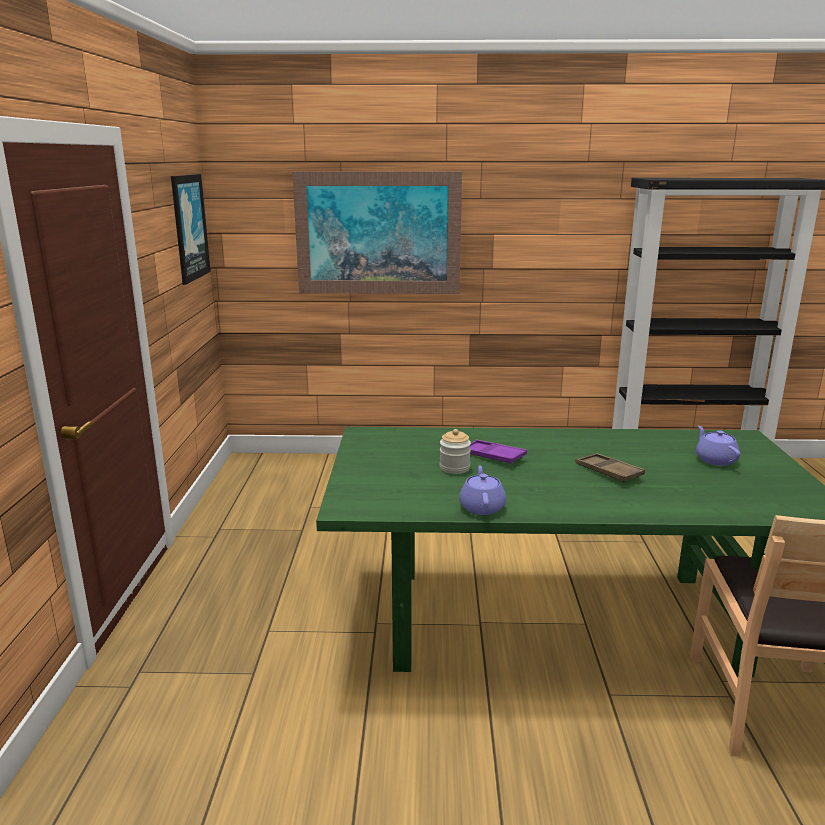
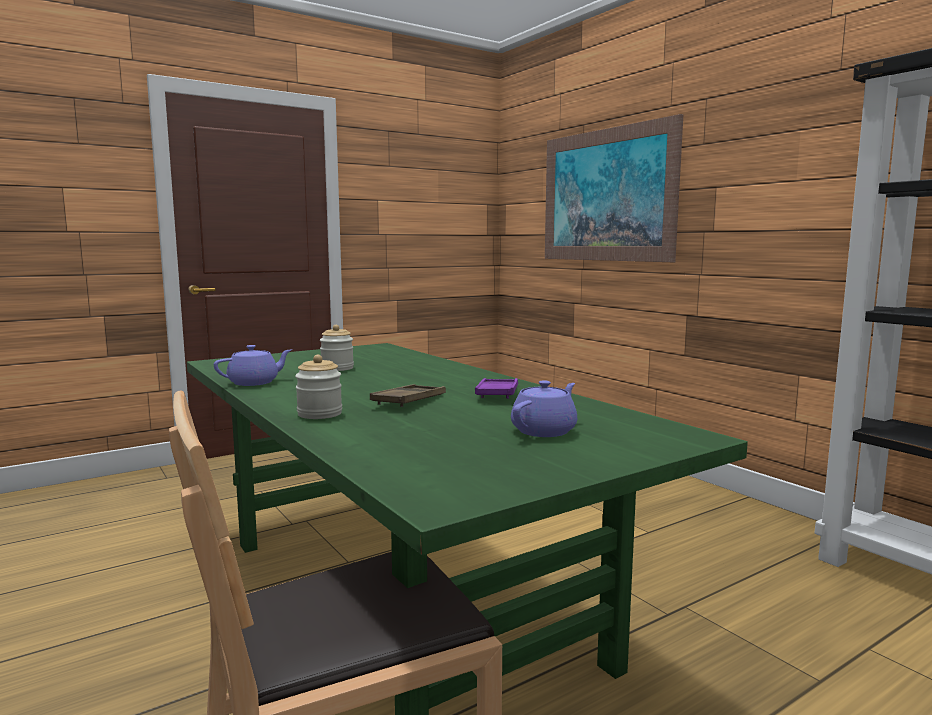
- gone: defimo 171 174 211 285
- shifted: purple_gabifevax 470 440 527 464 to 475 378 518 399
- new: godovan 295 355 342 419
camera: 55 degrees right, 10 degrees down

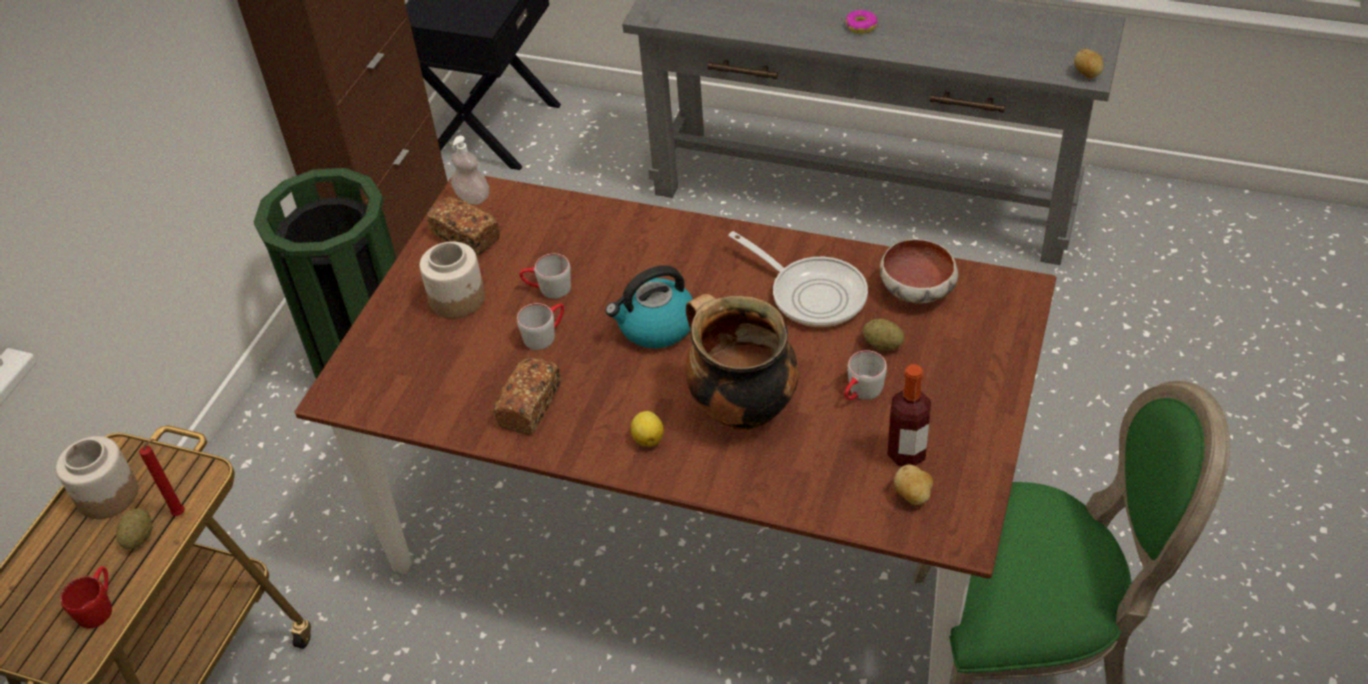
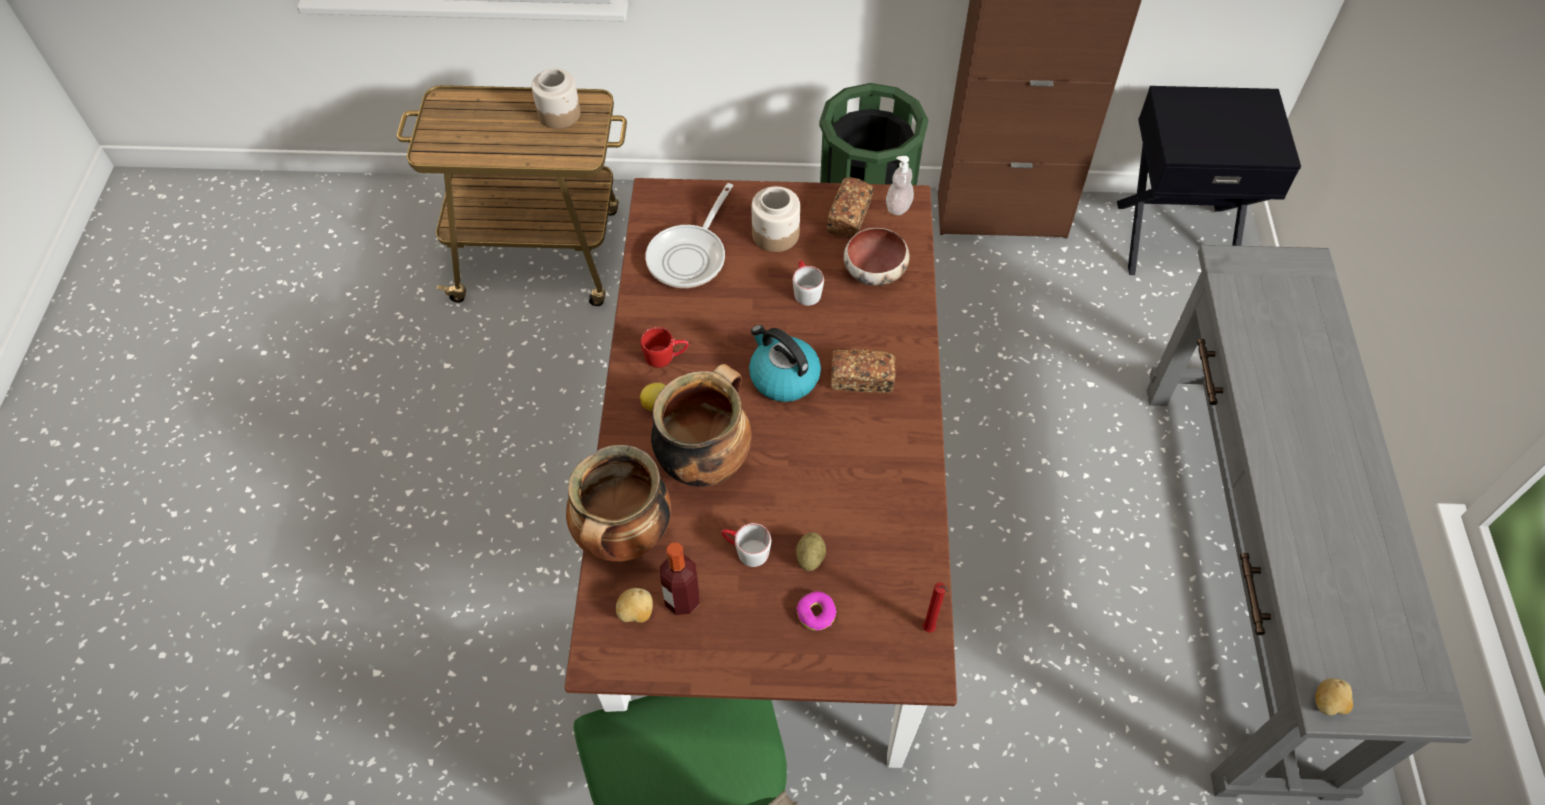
- shifted: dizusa 846 10 878 34 to 796 591 837 631
- shifted: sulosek 728 231 868 327 to 645 183 733 288
- shifted: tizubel 880 239 959 303 to 844 228 910 286
- gone: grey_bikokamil 517 303 564 350
- shifted: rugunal 494 358 561 435 to 831 349 896 393
- shifted: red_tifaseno 139 439 185 516 to 923 582 949 633
- gone: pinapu 116 508 152 550
- shifted: red_bikokamil 60 566 112 629 to 641 327 689 368
- new: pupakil 566 445 671 562
camera: 70 degrees right, 10 degrees up

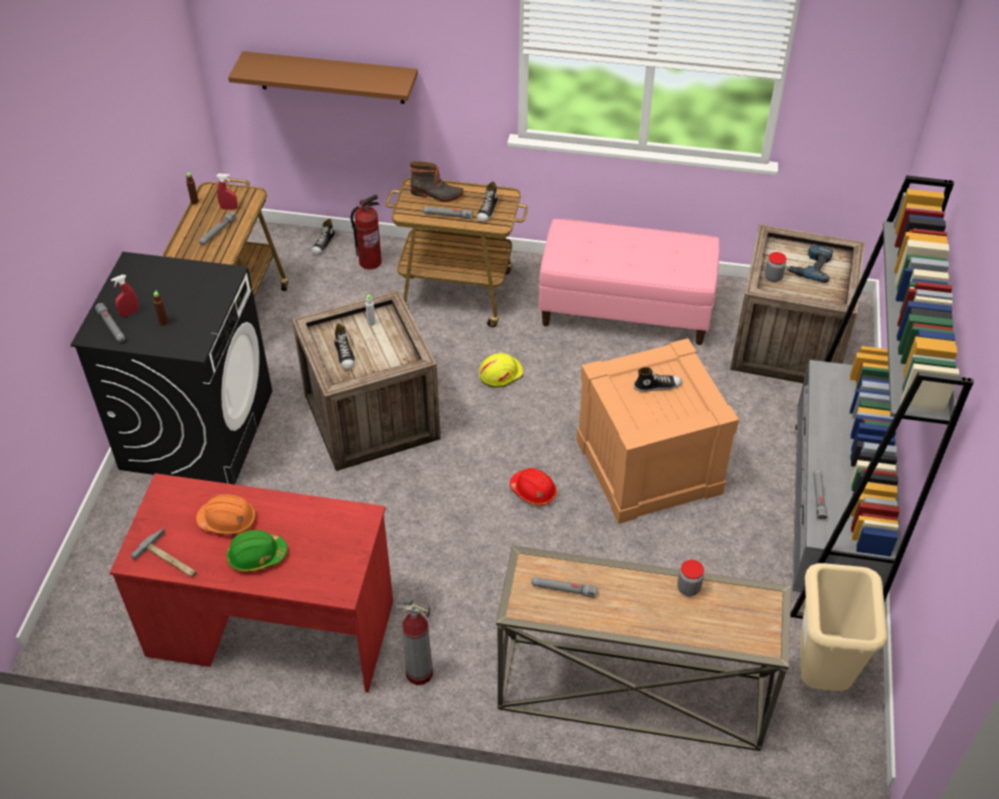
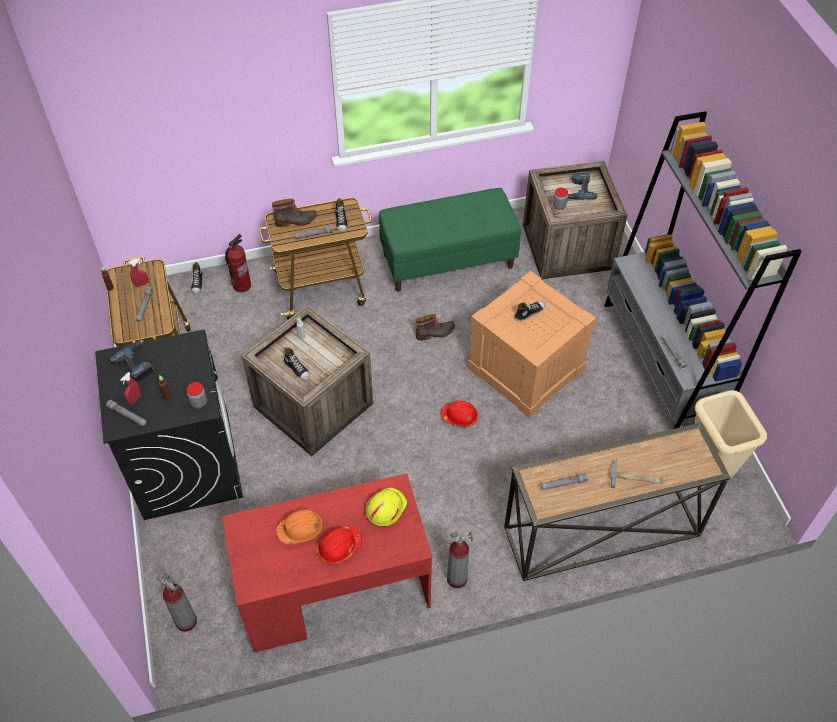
- gone: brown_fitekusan 228 51 418 104
- repainted: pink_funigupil 539 219 720 345 to green_funigupil 379 188 521 292
- shifted: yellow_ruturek 479 353 523 388 to 366 487 408 527
- shifted: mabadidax 131 528 197 577 to 611 459 663 488
- repainted: green_ruturek 226 530 288 572 to red_ruturek 317 526 362 565
- shifted: godovan 677 560 704 596 to 186 382 207 408
- new: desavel 416 314 455 341
- new: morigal 109 340 154 382
- new: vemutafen 156 573 197 632
camera: 25 degrees left, 5 degrees up

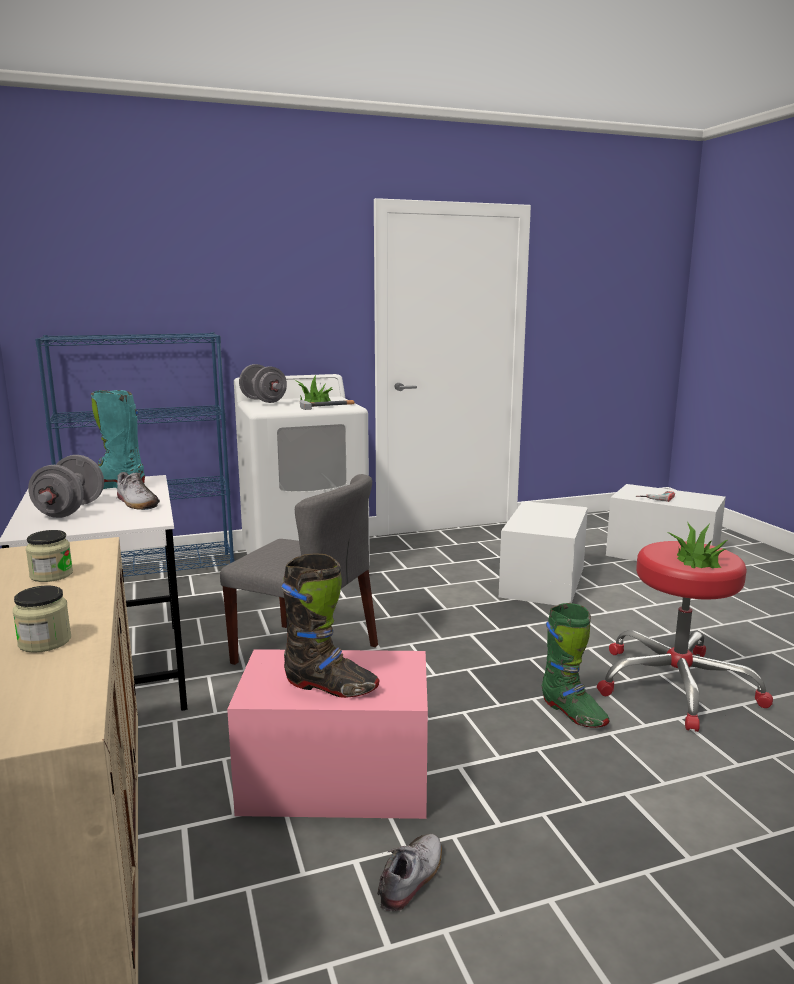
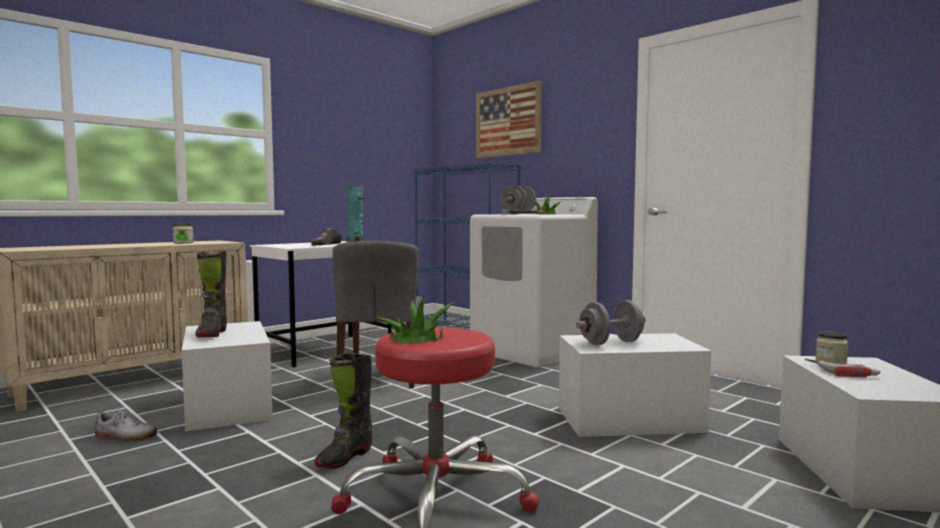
- shifted: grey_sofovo 28 455 104 518 to 576 300 646 345
- shifted: godovan 13 585 71 653 to 815 331 848 364
- repainted: green_desavel 542 603 610 728 to black_desavel 314 353 372 469
- repainted: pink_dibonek 227 649 428 819 to white_dibonek 182 321 273 432
- new: defimo 476 81 542 158
camera: 65 degrees right, 10 degrees down

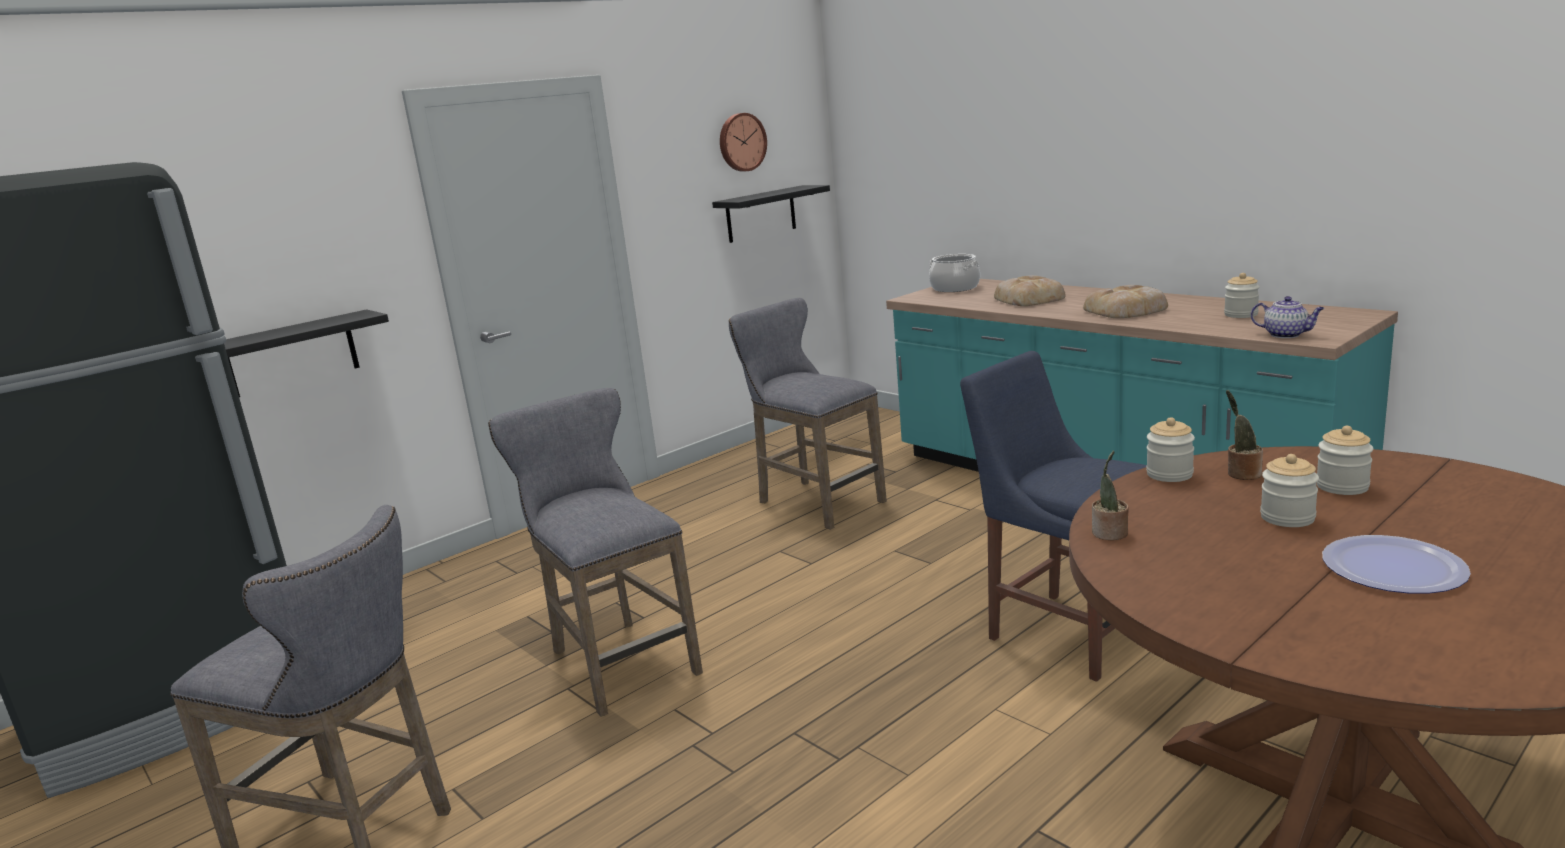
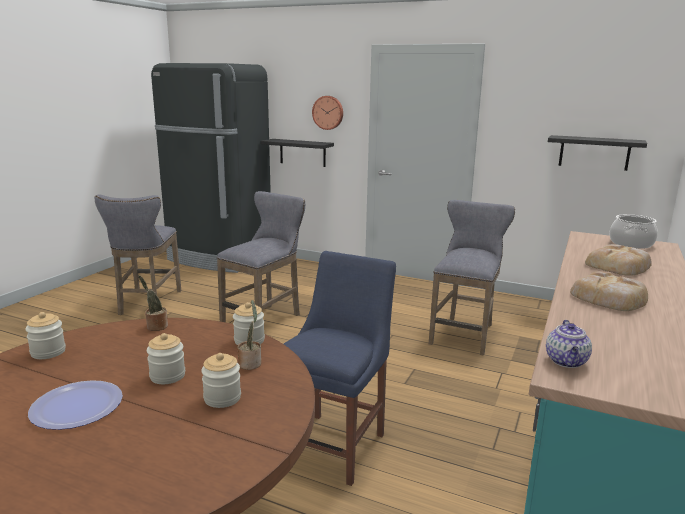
- shifted: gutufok 720 113 767 171 to 312 96 343 130
- shifted: godovan 1224 273 1260 318 to 25 312 66 359
camera: 65 degrees right, 0 degrees up

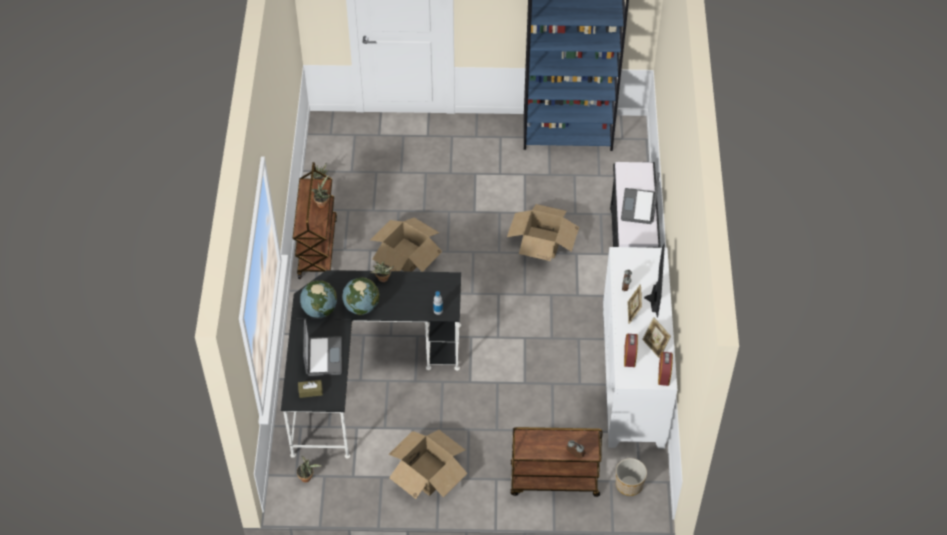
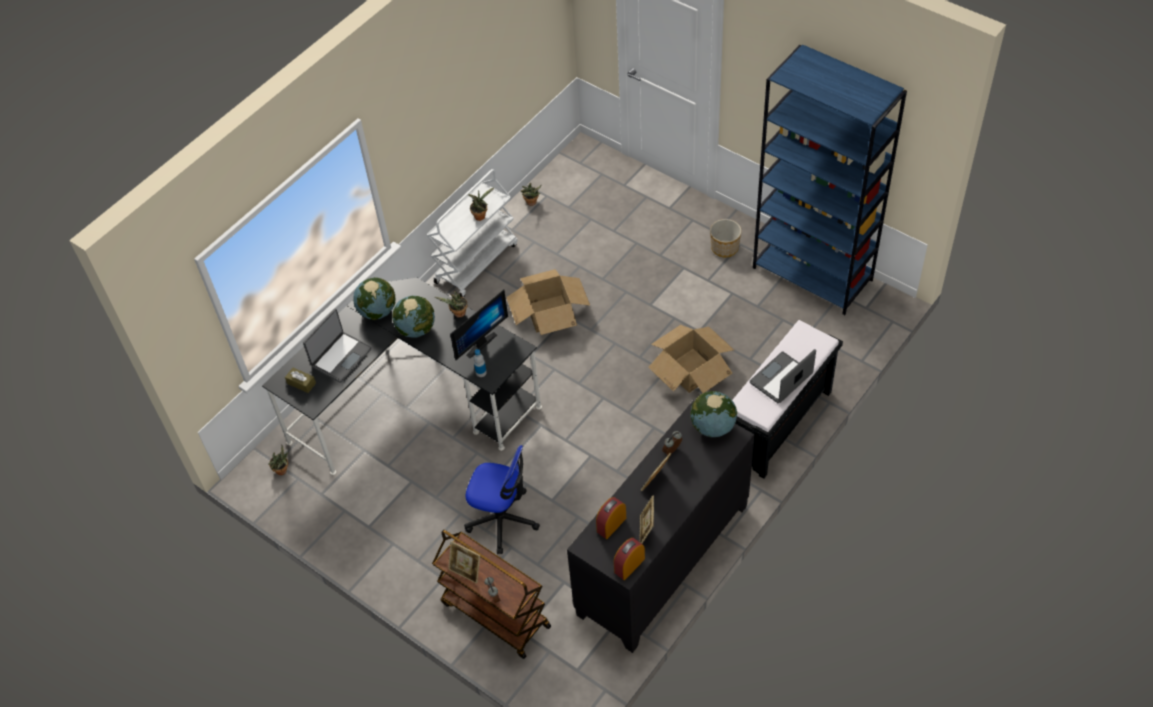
- repainted: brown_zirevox 293 162 337 279 to white_zirevox 427 169 517 298
- shifted: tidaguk 644 244 665 317 to 450 290 508 360
- repainted: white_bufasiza 603 247 677 449 to black_bufasiza 567 400 754 653
- gone: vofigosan 388 430 468 499
- shifted: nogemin 616 458 647 496 to 710 219 741 257
- new: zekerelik 690 391 737 437
- new: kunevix 464 445 540 554
- new: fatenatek 448 541 480 584
camera: 40 degrees right, 0 degrees up

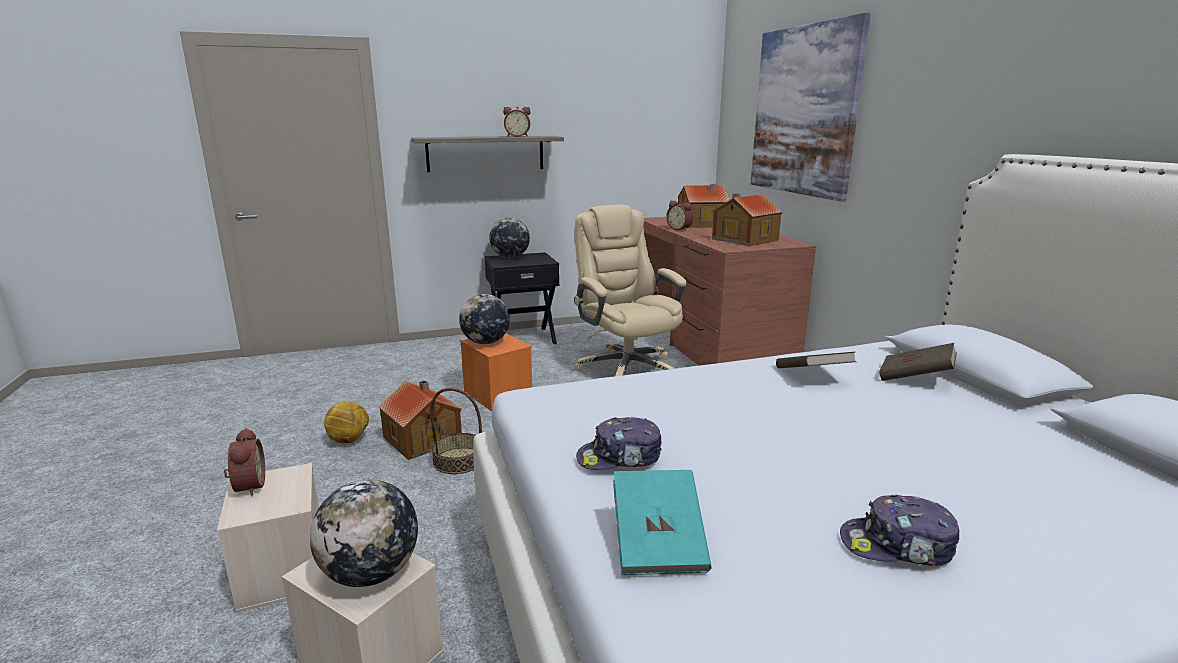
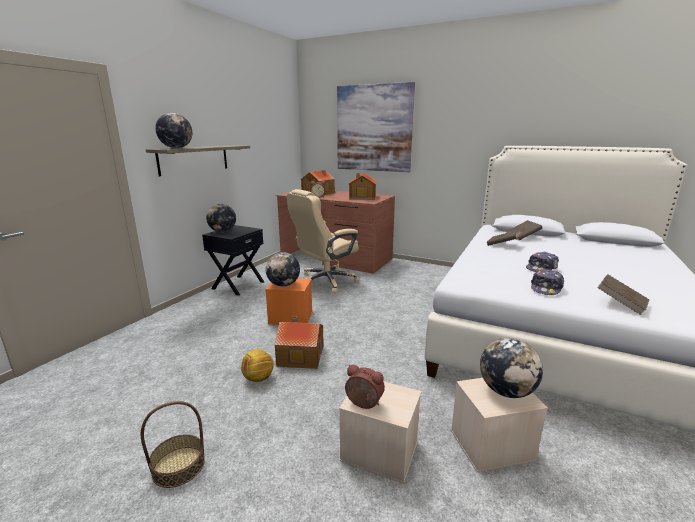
- gone: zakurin 503 107 530 137
- rotated: beige_kunevix 574 205 687 376 = 287 189 359 293 60 degrees counterclockwise
- shifted: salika 430 388 482 474 to 141 401 205 488
- repainted: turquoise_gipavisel 613 470 712 575 to brown_gipavisel 597 274 650 315
- shifted: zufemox 840 494 959 566 to 526 252 559 272
- new: zekerelik 155 113 192 148
camera: 45 degrees left, 0 degrees up

